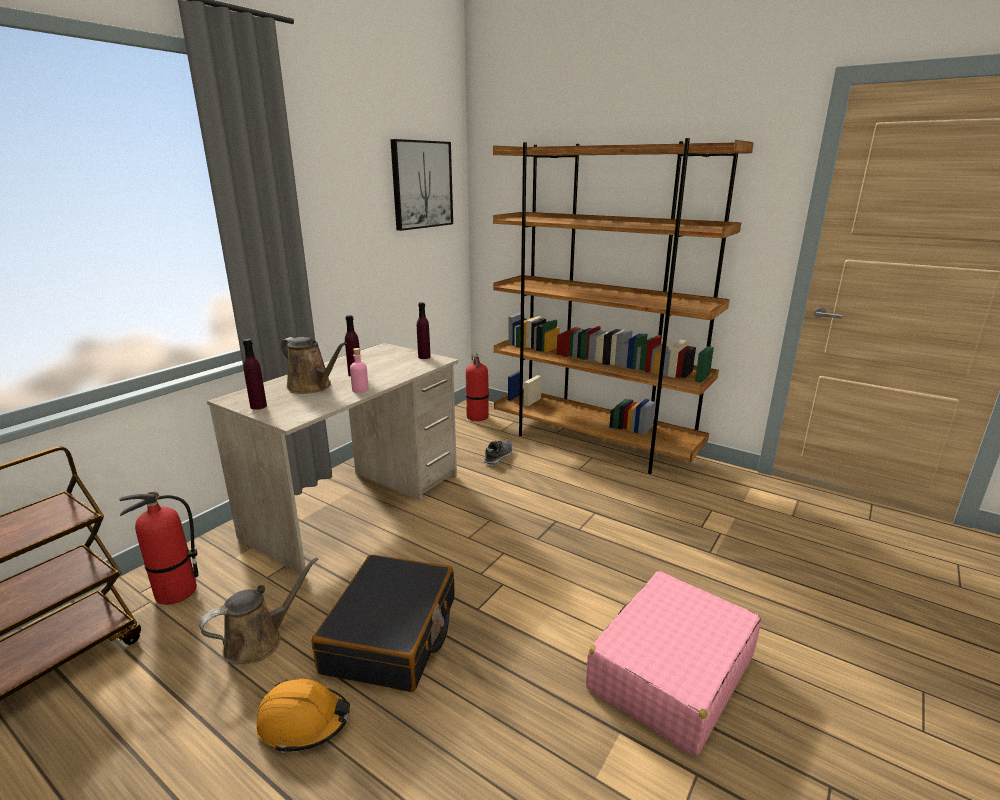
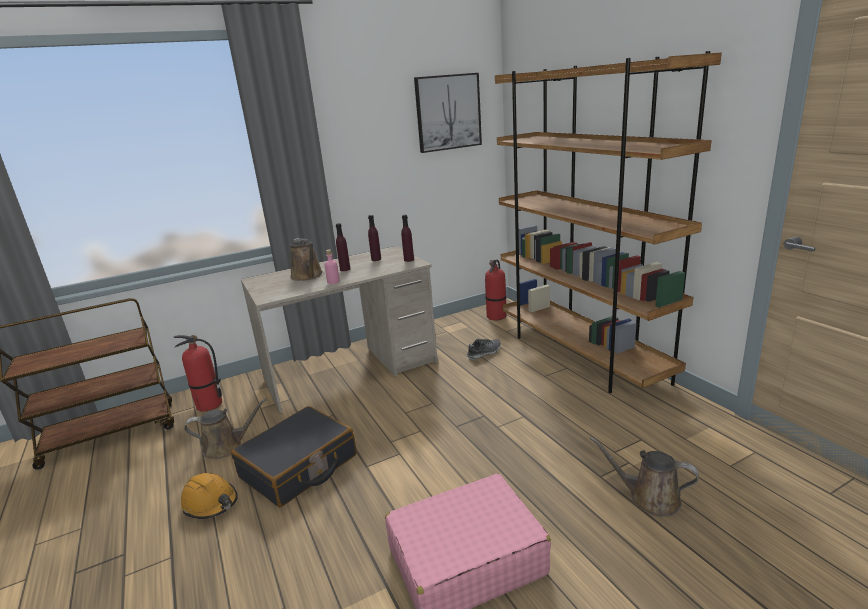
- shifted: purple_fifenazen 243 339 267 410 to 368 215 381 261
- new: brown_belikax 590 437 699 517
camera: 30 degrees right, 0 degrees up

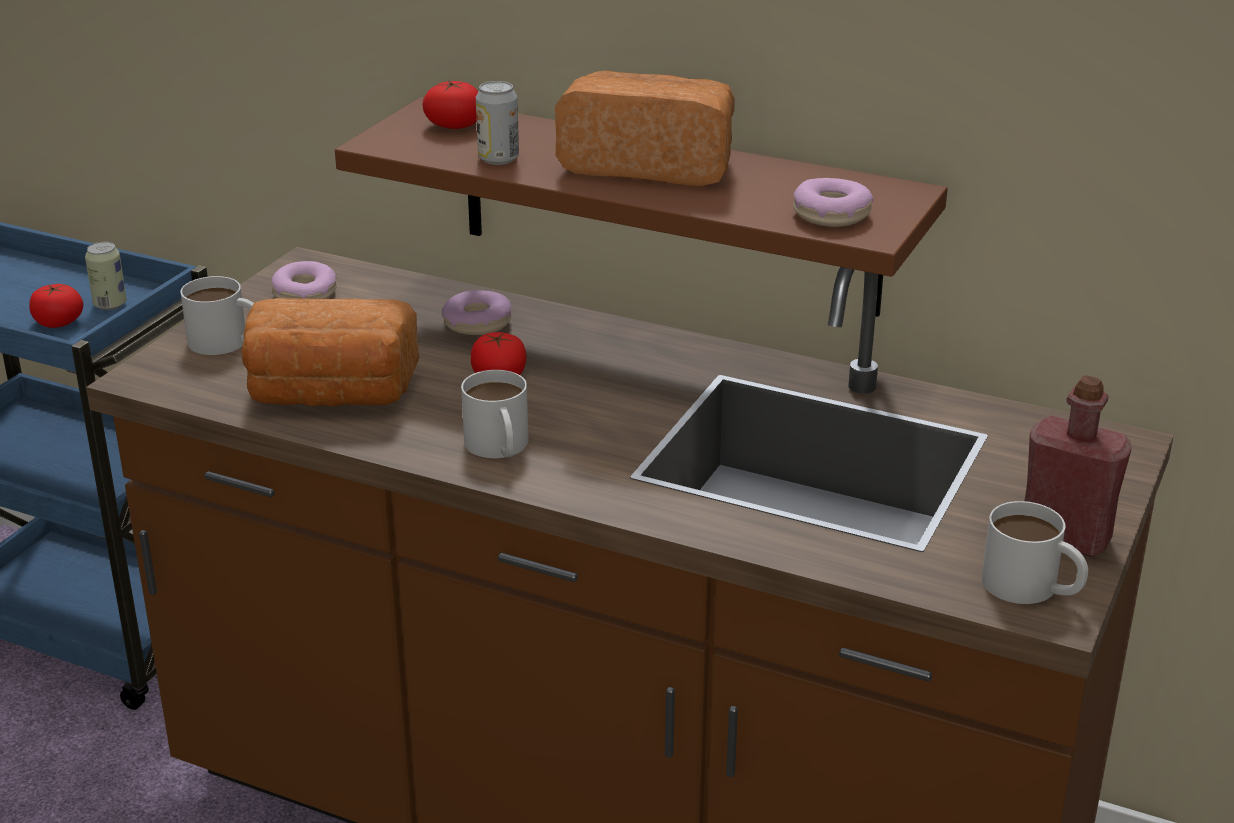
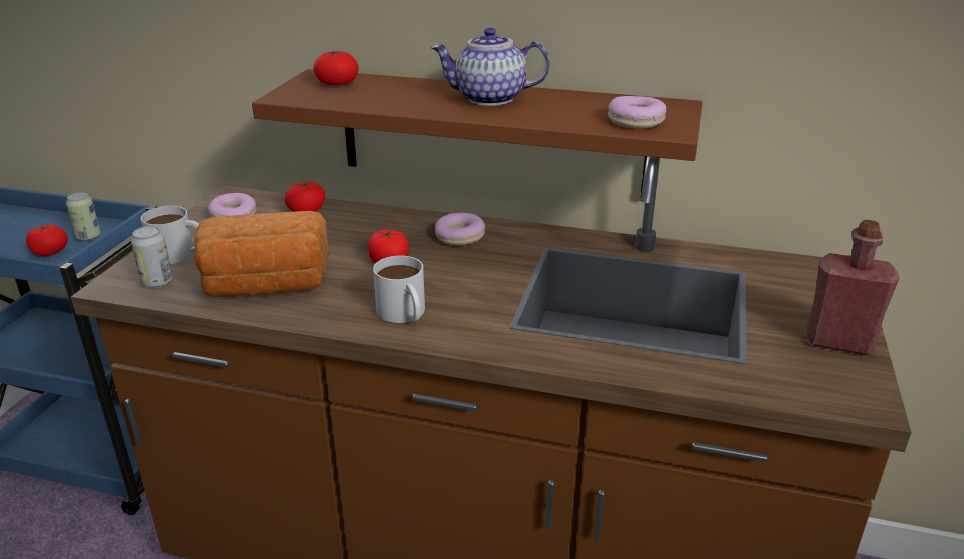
- swapped: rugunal 555 71 735 186 to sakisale 430 28 550 106
- shifted: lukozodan 476 81 519 165 to 131 226 173 288
- shifted: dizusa 441 290 512 335 to 435 213 485 245
- gone: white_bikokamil 982 501 1088 604
- new: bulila 284 182 325 212
camera: 10 degrees left, 0 degrees up

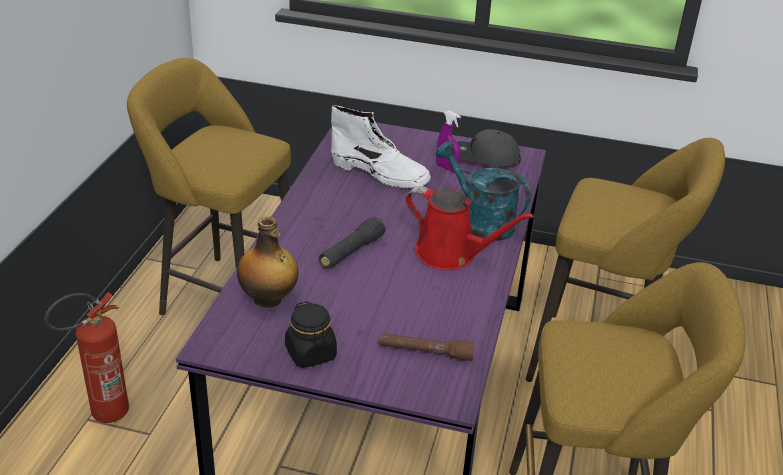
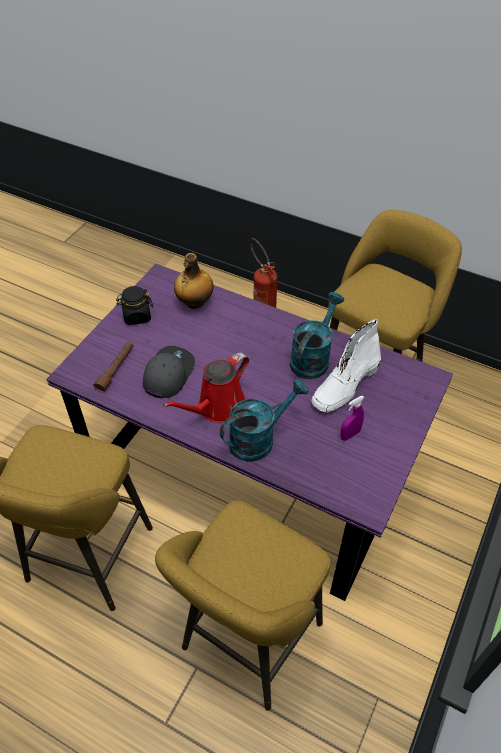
- shifted: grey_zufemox 456 129 521 167 to 143 346 195 398
- gone: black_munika 319 217 386 269
- new: turquoise_belikax 290 292 344 379
camera: 105 degrees right, 15 degrees up

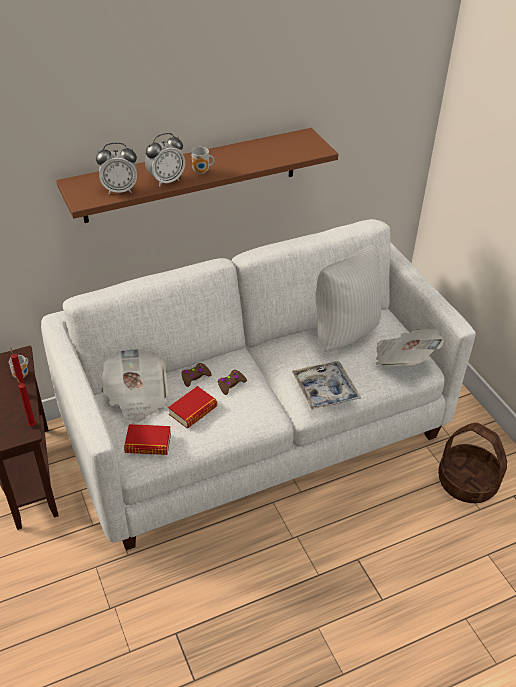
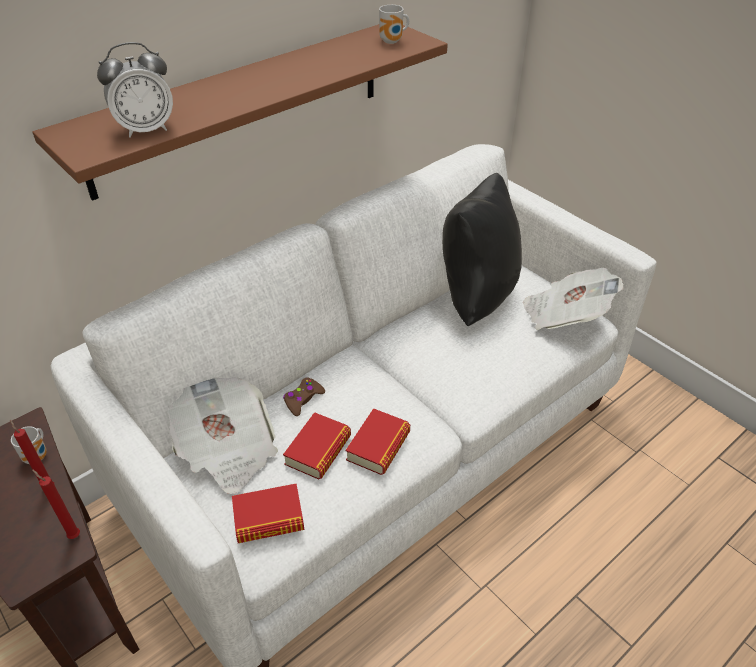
- gone: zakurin 145 133 185 187
- shifted: bikokamil 191 147 214 174 to 379 5 409 44
- repainted: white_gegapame 315 245 381 352 to black_gegapame 442 173 522 326
- gone: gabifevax 292 361 361 410
- gone: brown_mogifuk 218 370 247 395
- gone: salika 438 423 507 503
- new: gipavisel 346 408 410 475
camera: 15 degrees left, 0 degrees up

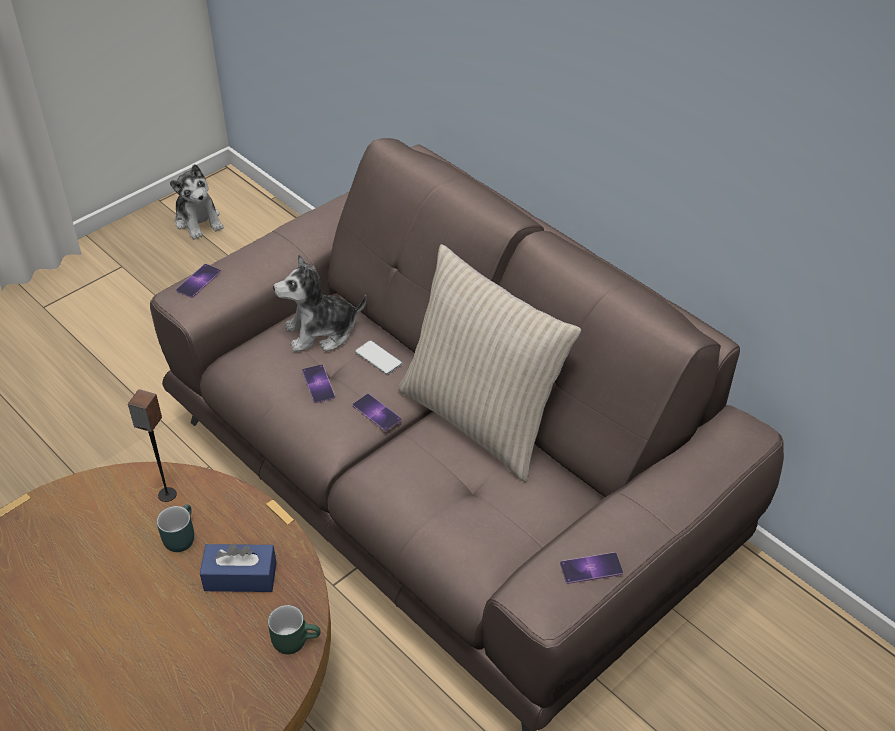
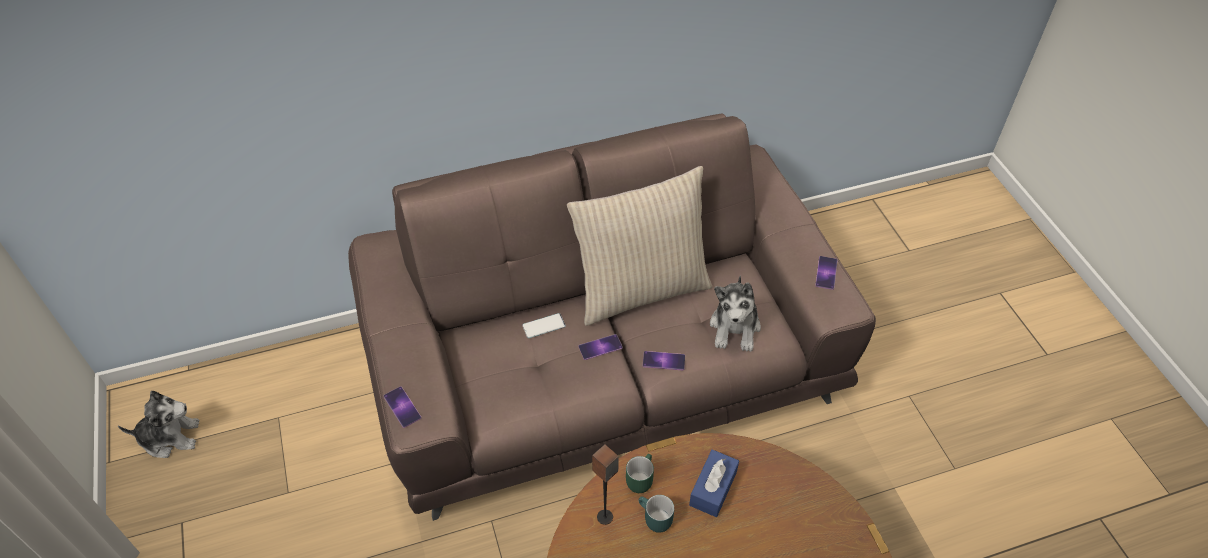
- shifted: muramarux 273 254 367 352 to 710 275 761 352
- shifted: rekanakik 302 364 335 403 to 643 351 685 370
- shifted: green_bikokamil 268 605 320 655 to 626 454 654 493
camera: 65 degrees left, 5 degrees up

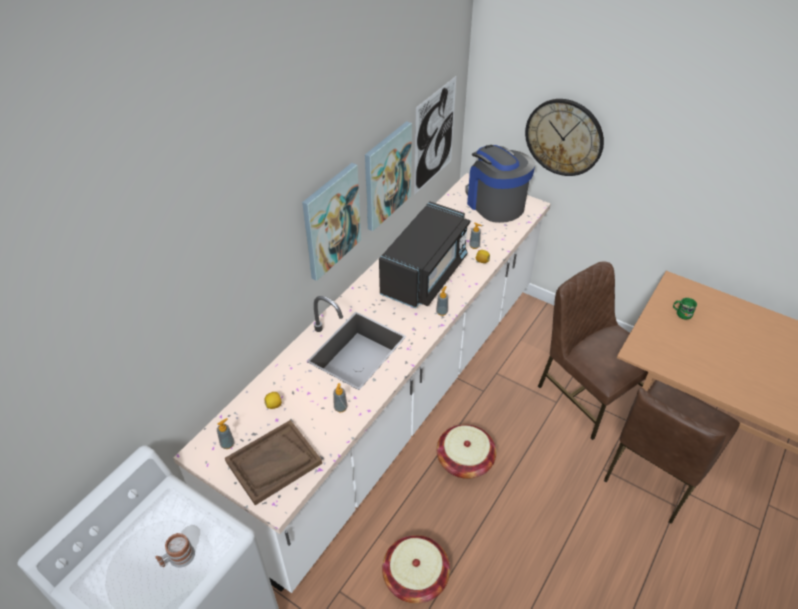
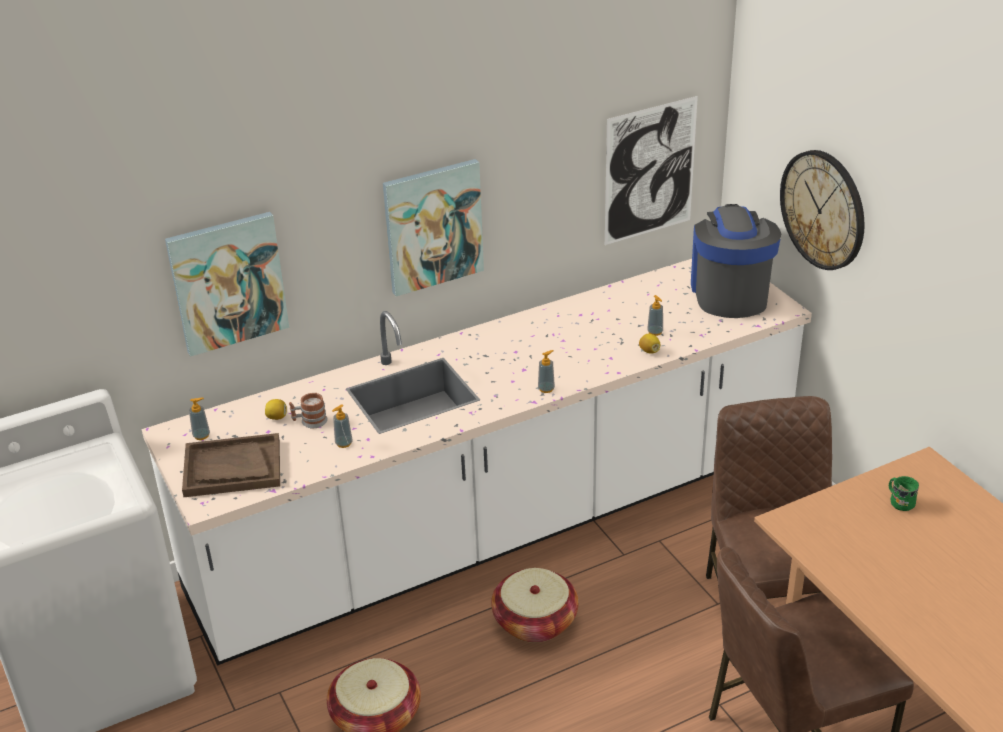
- shifted: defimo 365 121 412 231 to 165 212 289 357
- gone: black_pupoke 379 201 470 308
- shifted: bikokamil 155 533 195 568 to 289 393 328 428
camera: 30 degrees right, 10 degrees down

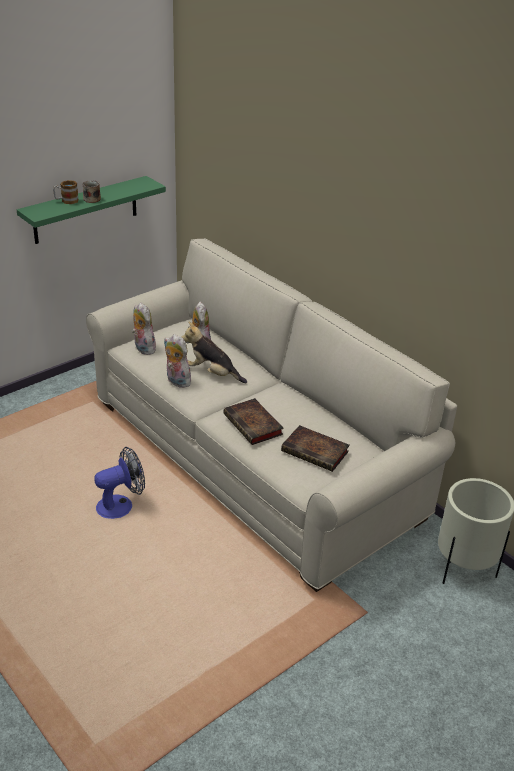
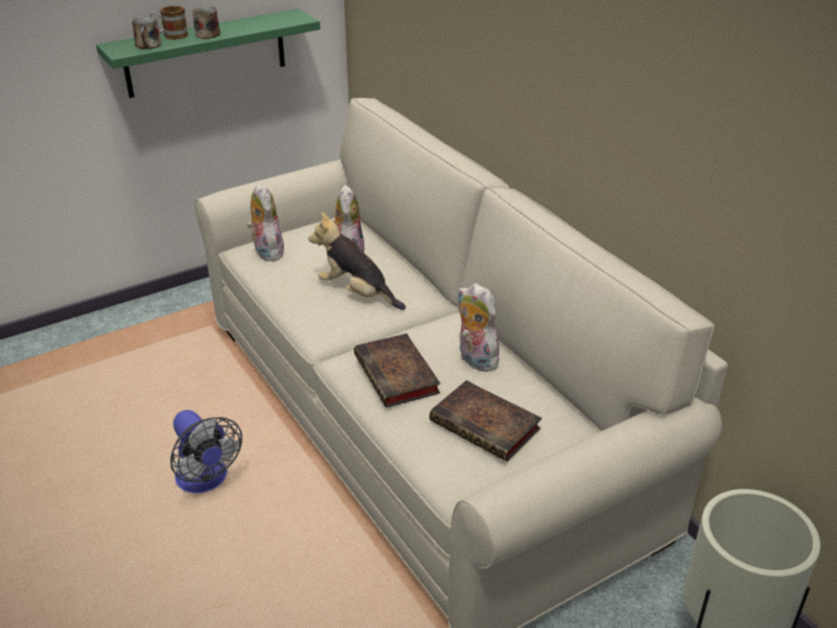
- shifted: muramarux 164 334 191 388 to 458 283 502 372
- rotated: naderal 94 447 145 519 = 170 410 242 493 75 degrees clockwise
- new: bikokamil 132 16 162 49
camera: 10 degrees right, 0 degrees up

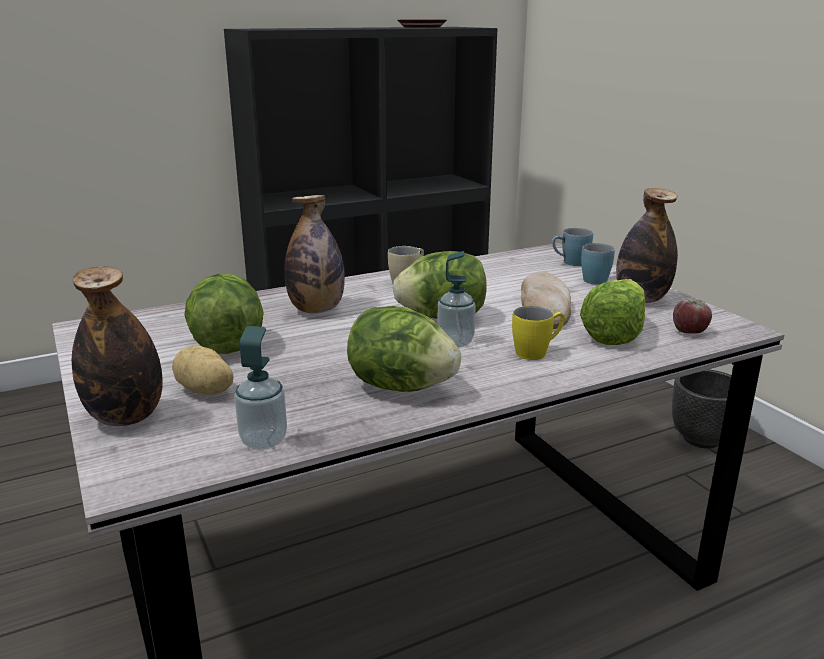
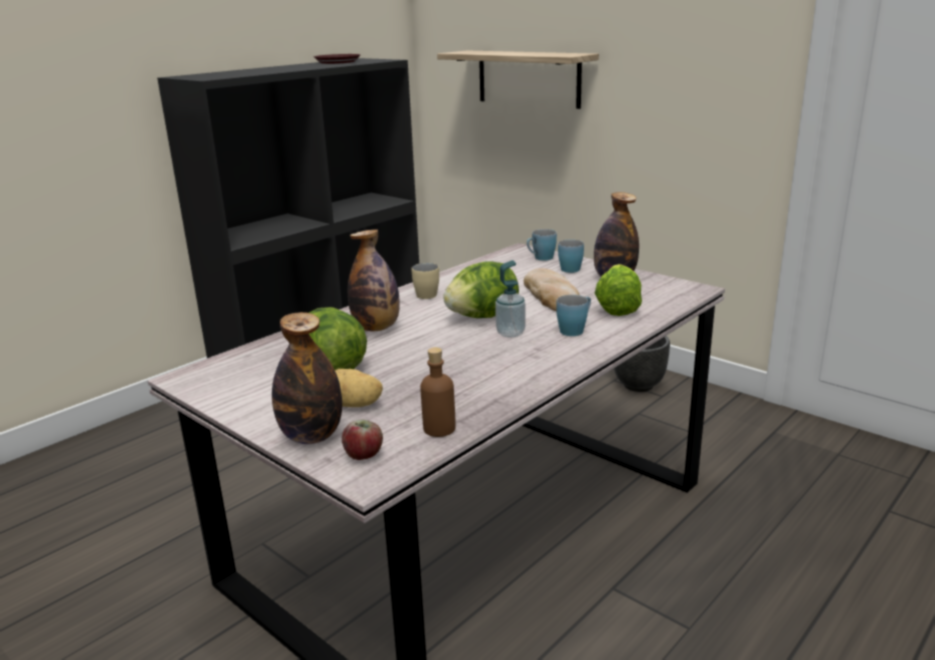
- shifted: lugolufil 673 299 712 334 to 342 420 383 460
- gone: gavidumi 347 306 461 392
- repainted: yellow_bikokamil 512 306 565 360 to blue_bikokamil 556 295 591 336
- swapped: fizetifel 234 326 287 450 to brown_fifenazen 420 347 456 437
- new: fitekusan 437 51 599 109
camera: 20 degrees left, 0 degrees up

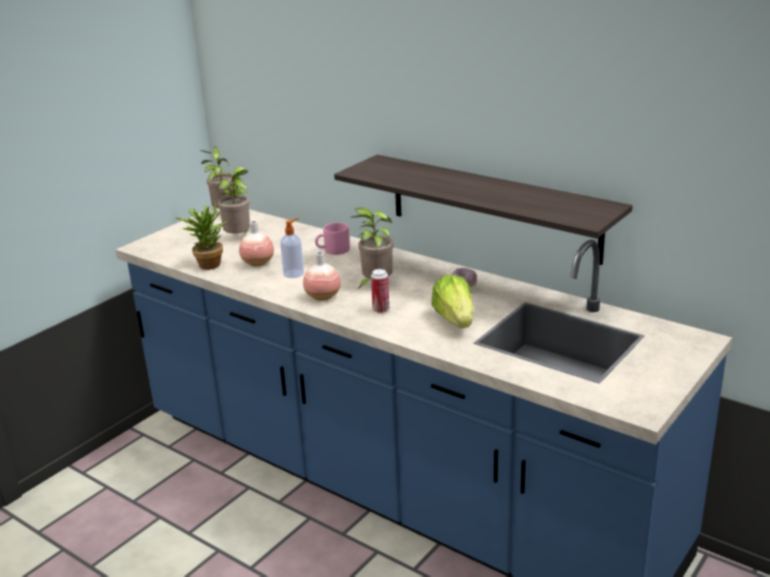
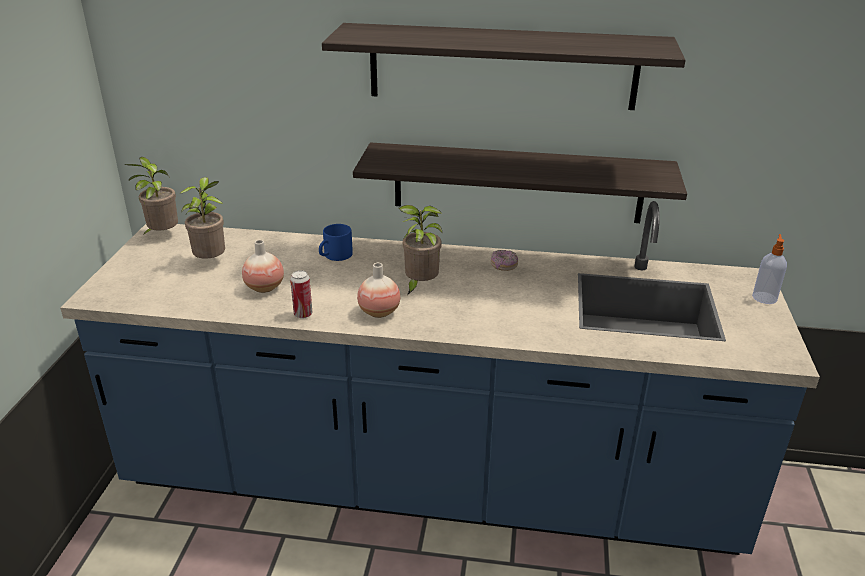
- gone: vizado 175 201 227 270
- shifted: fizetifel 280 218 304 278 to 752 234 787 304
- repainted: pink_bikokamil 315 223 350 255 to blue_bikokamil 319 224 353 261
- shifted: lukozodan 371 269 389 313 to 290 270 312 318
- gone: gavidumi 432 275 473 328
- new: fitekusan 322 23 686 110
camera: 30 degrees left, 5 degrees up

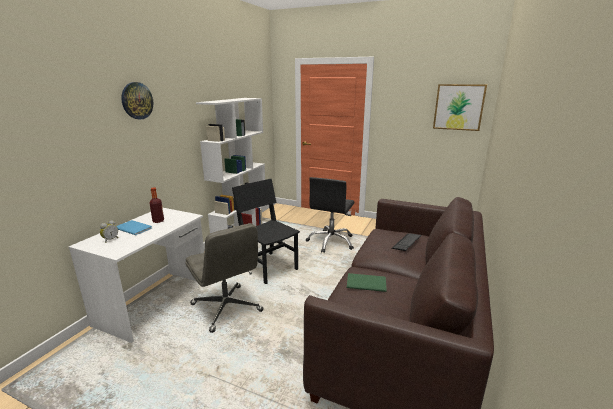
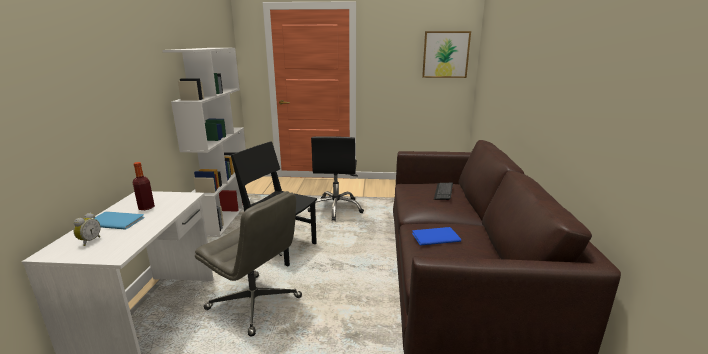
- gone: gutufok 121 82 153 120
- repainted: green_gipavisel 347 273 387 292 to blue_gipavisel 412 227 461 246
camera: 20 degrees left, 0 degrees up

